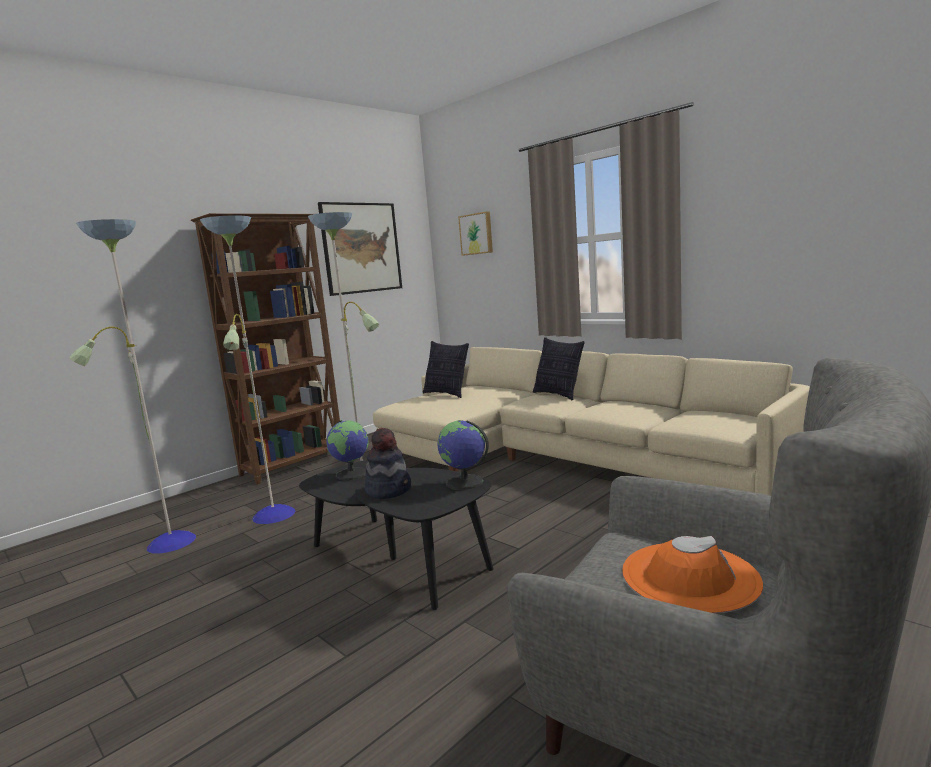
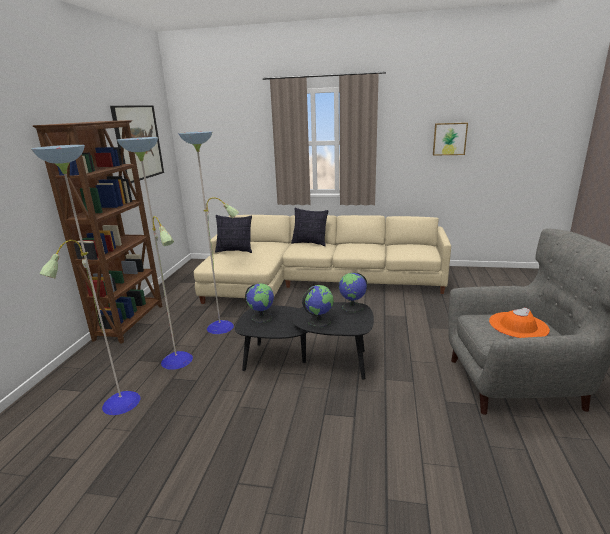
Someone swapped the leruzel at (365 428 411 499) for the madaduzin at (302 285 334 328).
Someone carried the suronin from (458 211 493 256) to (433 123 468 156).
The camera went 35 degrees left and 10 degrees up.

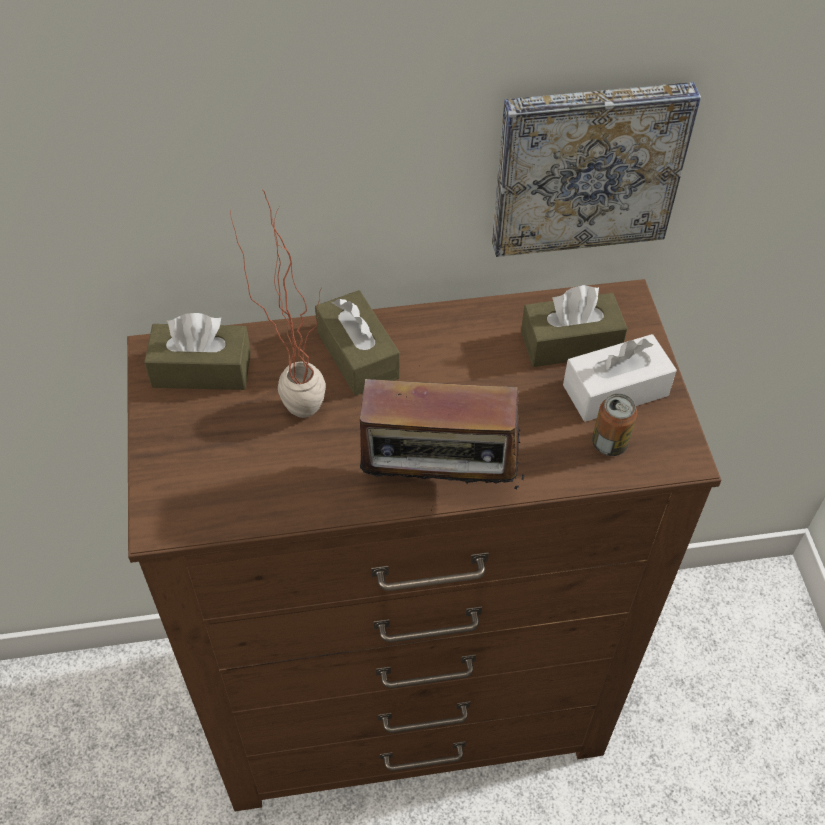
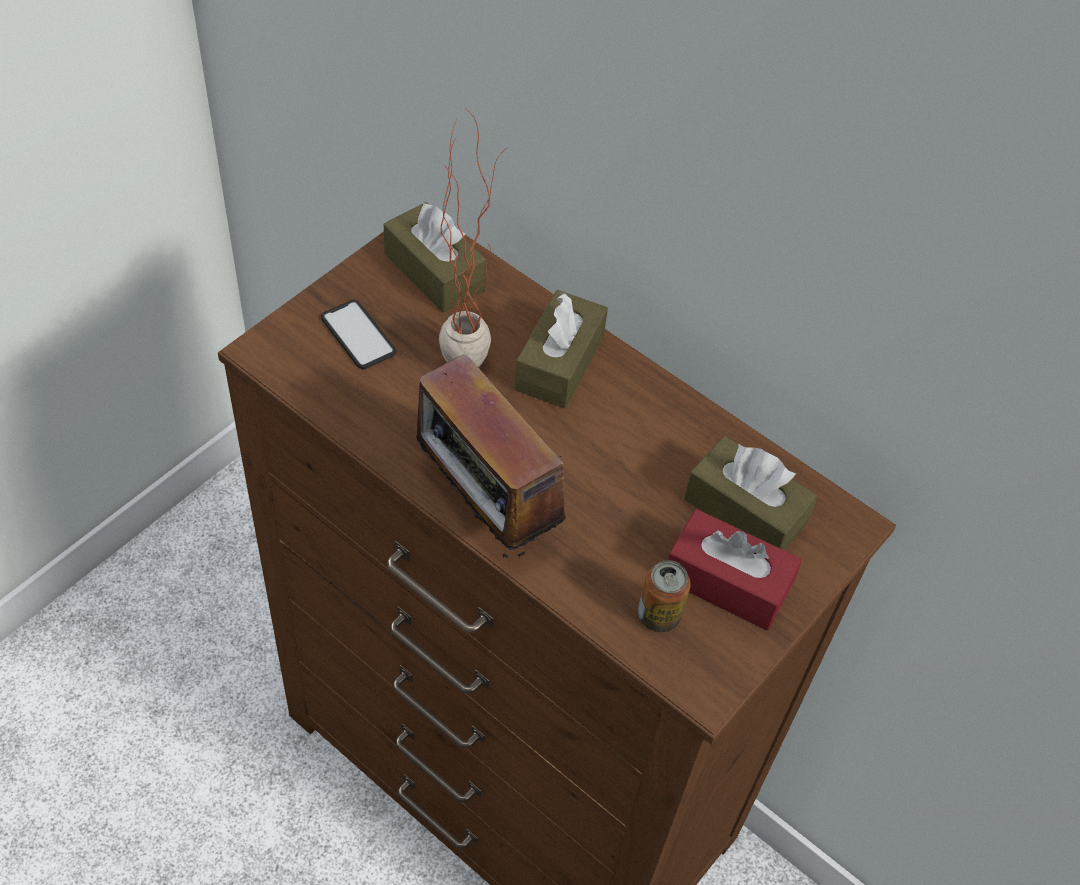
Someone put down the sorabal at (321 300 396 369).
Someone repainted the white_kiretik at (563 334 677 422), which became the red_kiretik at (668 509 802 631).
Someone took away the suronin at (492 82 701 257).
The camera went 45 degrees right and 0 degrees up.

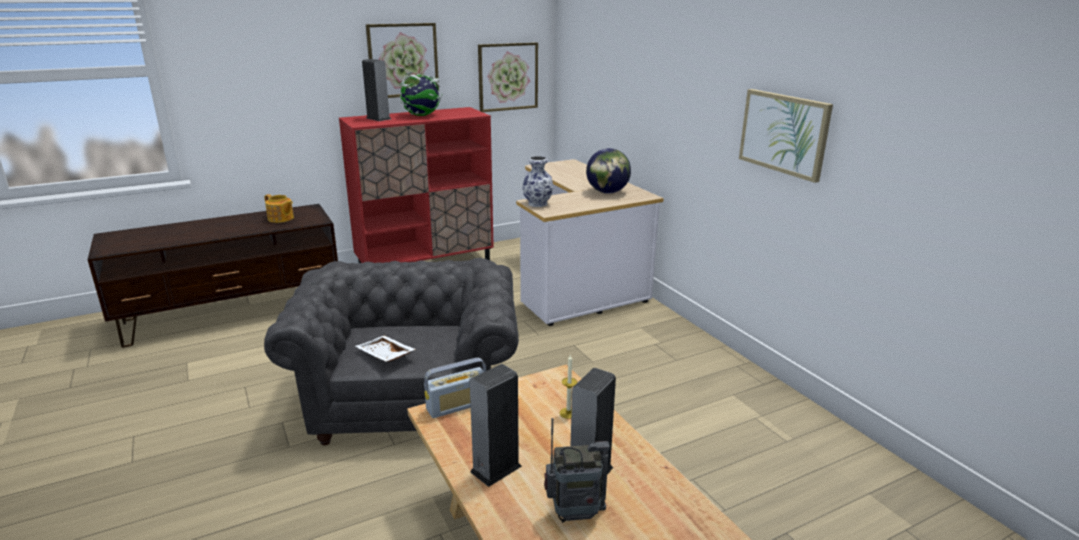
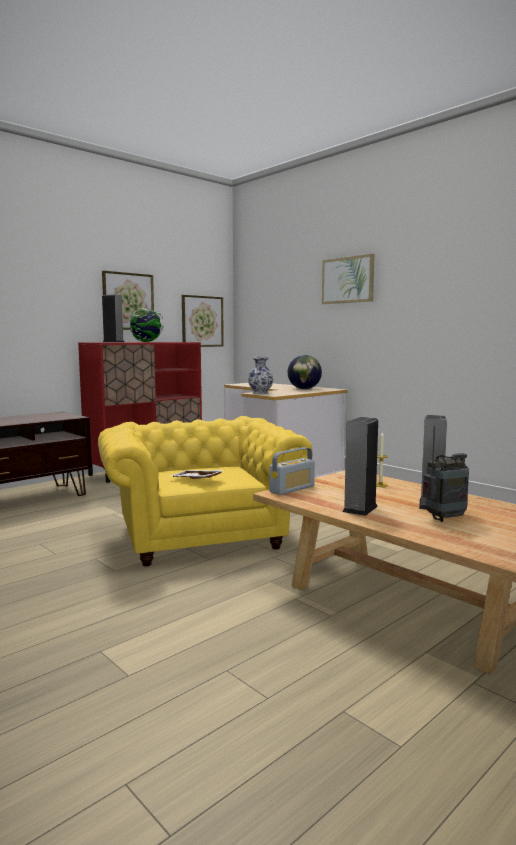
Someone repainted the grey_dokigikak at (264 258 519 445), which became the yellow_dokigikak at (98 416 313 566).
Someone carried the suronin from (739 89 833 183) to (322 254 375 304).
Someone took away the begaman at (264 194 294 223).
The camera went 15 degrees left and 15 degrees down.

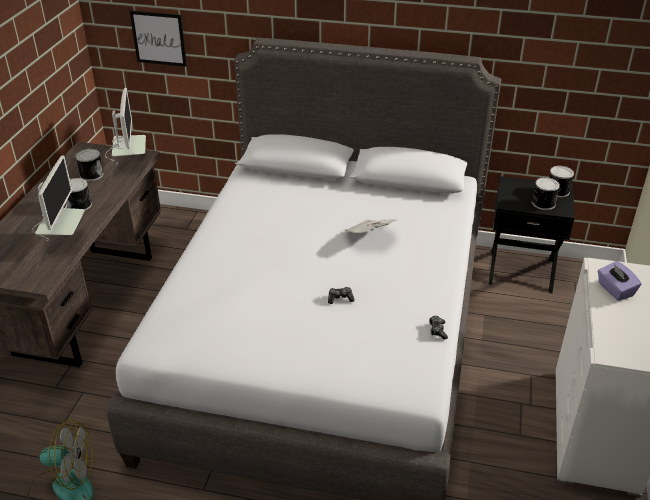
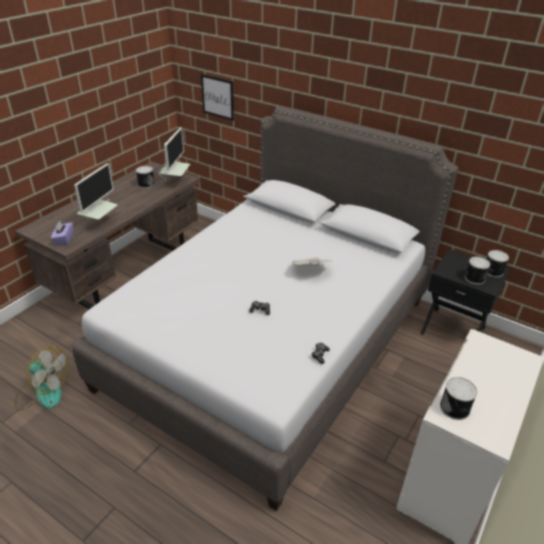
Someone carried the purple_kiretik from (598 261 642 301) to (51 221 74 245).
Someone carried the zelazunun from (66 178 92 210) to (440 377 477 420).
The camera went 20 degrees right and 0 degrees up.

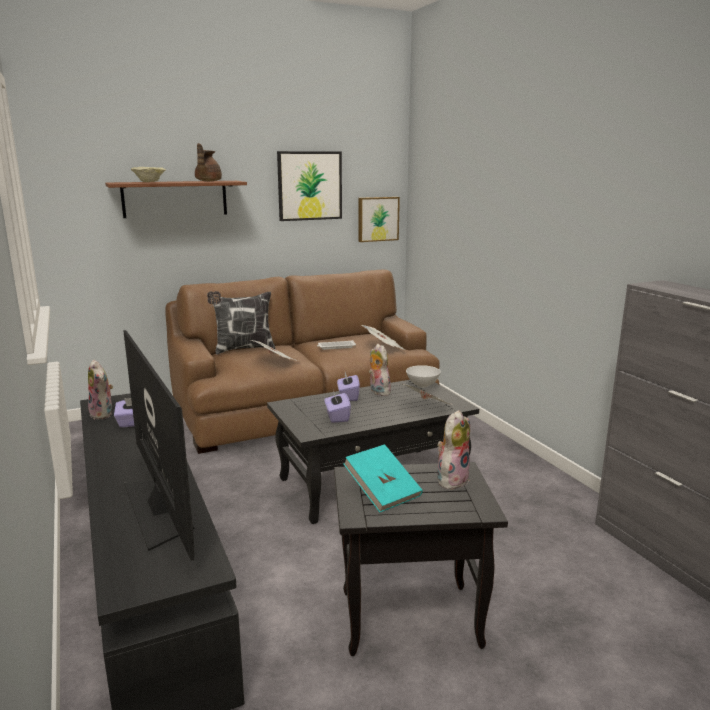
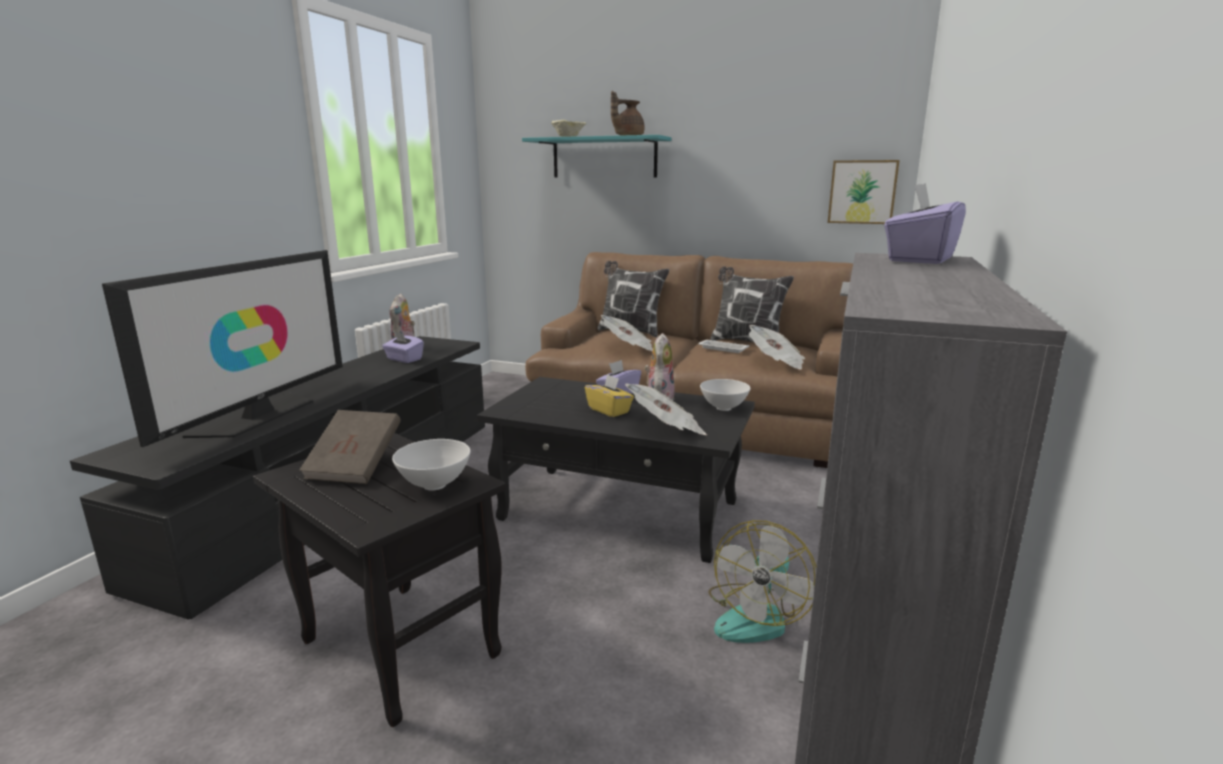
Someone repainted the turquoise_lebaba at (343 444 423 512), which became the brown_lebaba at (299 410 401 484).
Someone swapped the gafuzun at (437 410 470 489) for the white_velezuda at (392 439 471 491).
Someone repainted the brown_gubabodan at (105 181 247 218), which became the turquoise_gubabodan at (522 135 672 177).
Someone put down the yellow_kiretik at (585 374 634 417).
Someone put down the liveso at (708 520 816 643).
Someone put down the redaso at (710 266 794 342).
Someone carried the purple_kiretik from (324 391 351 423) to (884 183 966 264).
Someone took away the suronin at (277 151 342 221).
The camera went 45 degrees right and 0 degrees up.

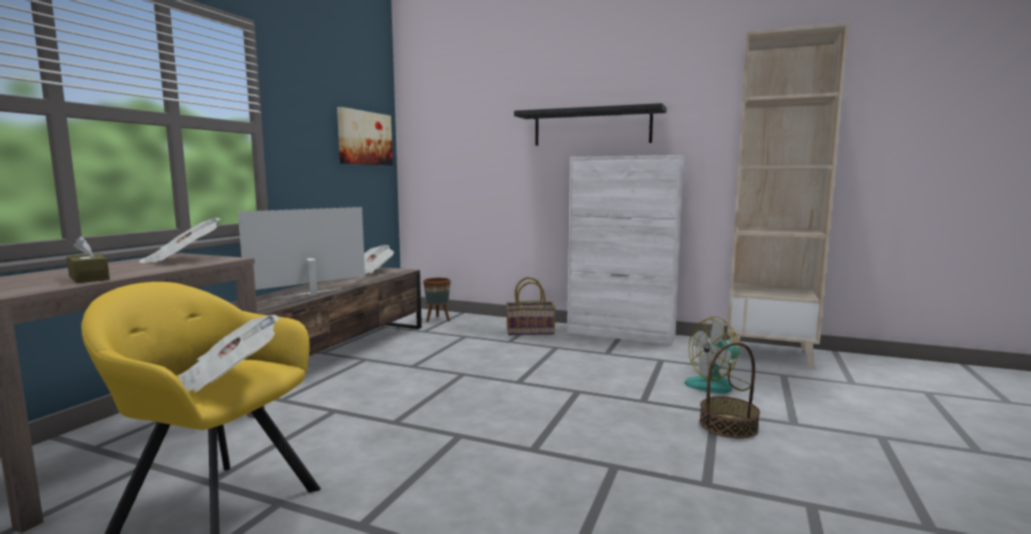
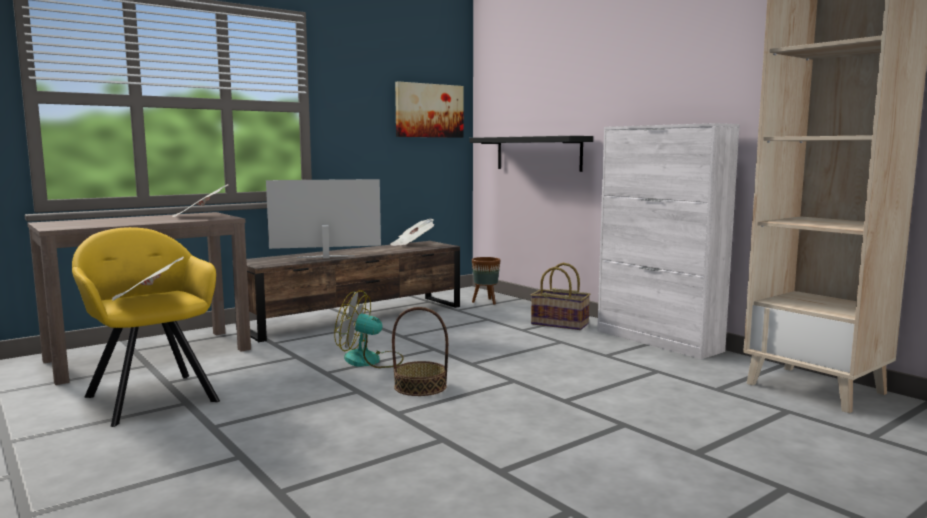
Someone carried the liveso from (684 317 751 394) to (334 290 404 368).
Someone carried the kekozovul from (699 342 760 438) to (392 307 448 396).
Someone carried the black_gubabodan from (514 103 667 146) to (469 136 593 172).
Someone took away the brown_kiretik at (66 236 110 283).
The camera went 30 degrees right and 0 degrees up.

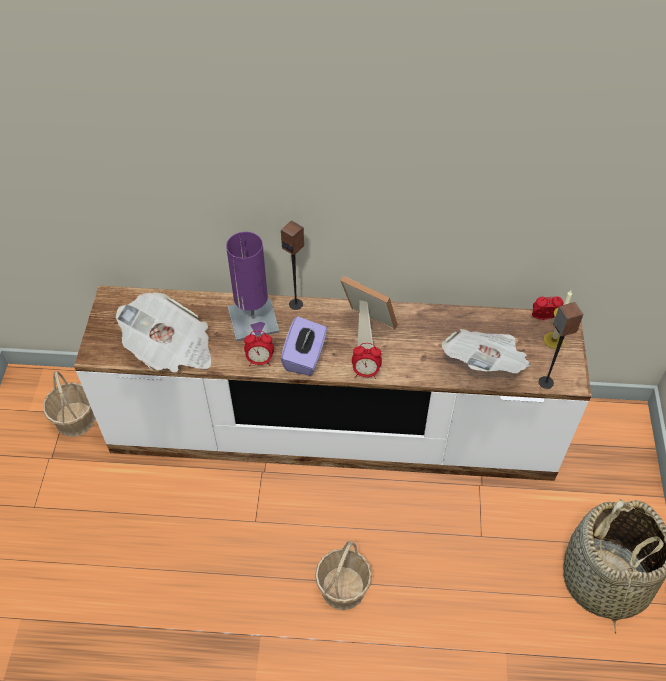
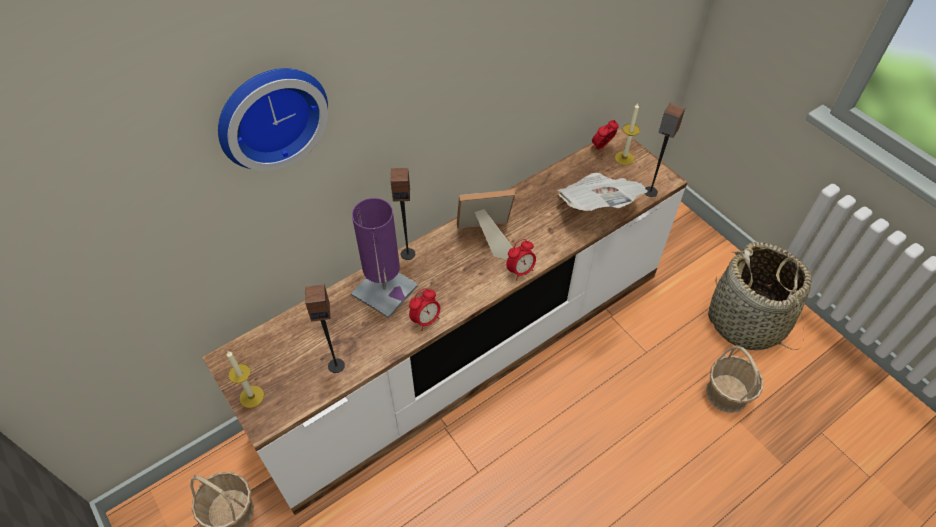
Someone put up the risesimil at (218 68 328 171).
Someone put down the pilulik at (227 351 264 408).
Someone swapped the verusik at (116 292 211 372) for the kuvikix at (305 284 345 373).
Someone carried the kekozovul from (315 541 372 610) to (706 345 763 413).
Someone took away the purple_kiretik at (281 316 327 376).
The camera went 40 degrees left and 0 degrees up.

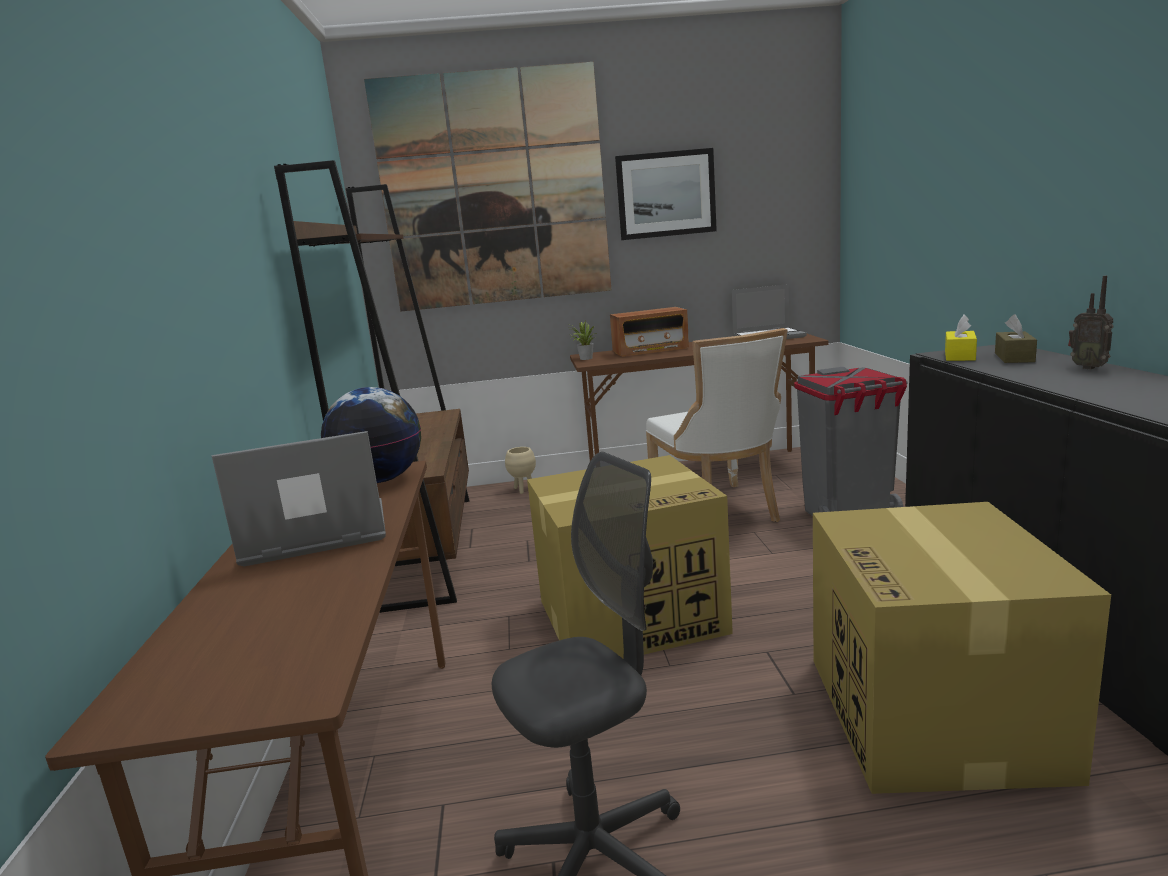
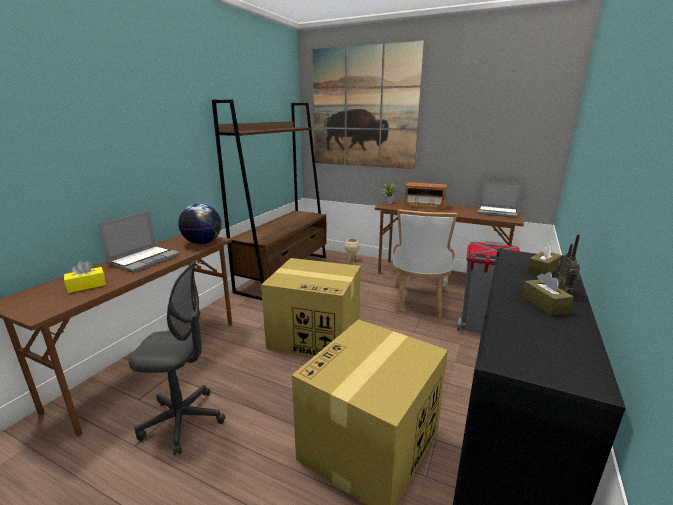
Someone carried the yellow_kiretik from (945 314 977 361) to (64 261 106 293).
Someone rotated the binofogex at (212 431 386 566) by 105 degrees clockwise.
Someone put down the brown_kiretik at (522 272 574 316).
Someone took away the suronin at (615 148 717 240).
The camera went 30 degrees right and 5 degrees up.

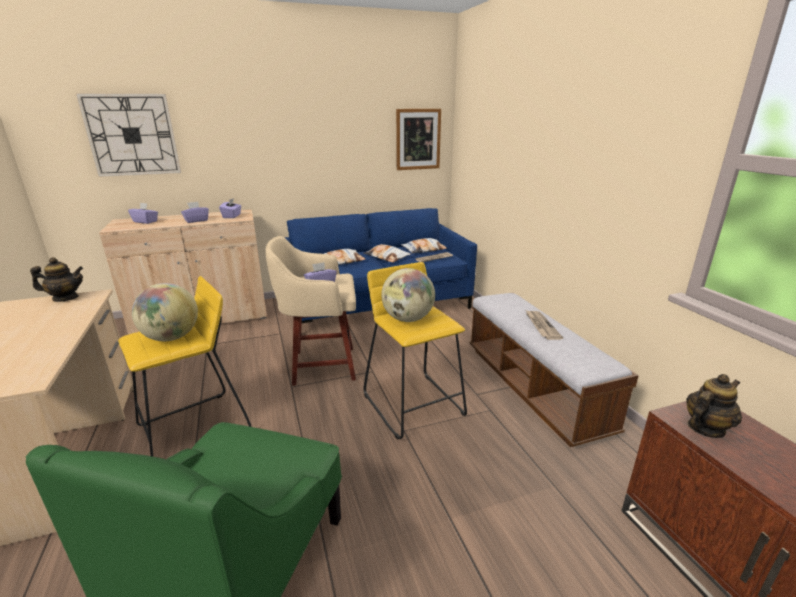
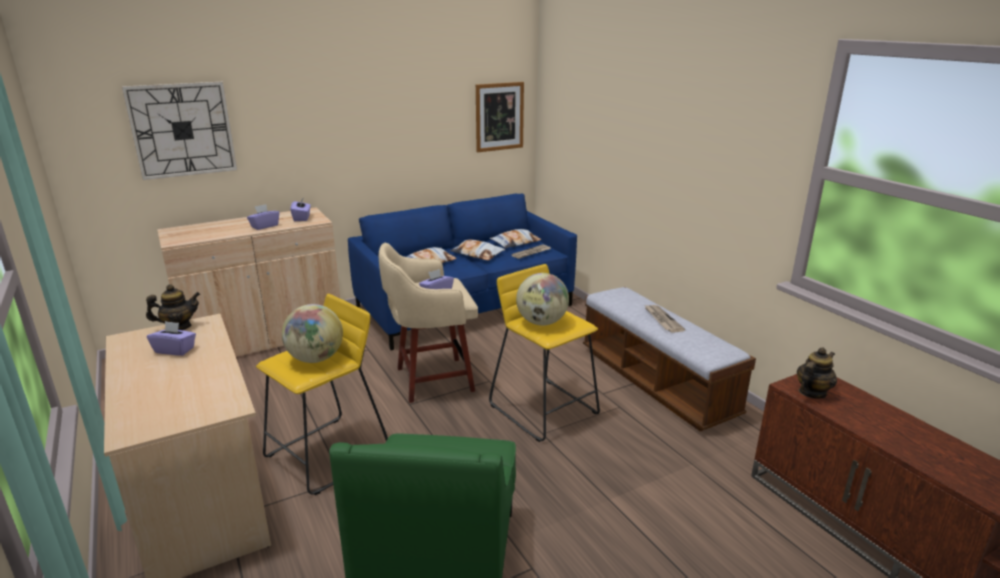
Someone carried the purple_kiretik from (128 203 158 224) to (147 321 196 356).
The camera went 10 degrees left and 0 degrees up.

